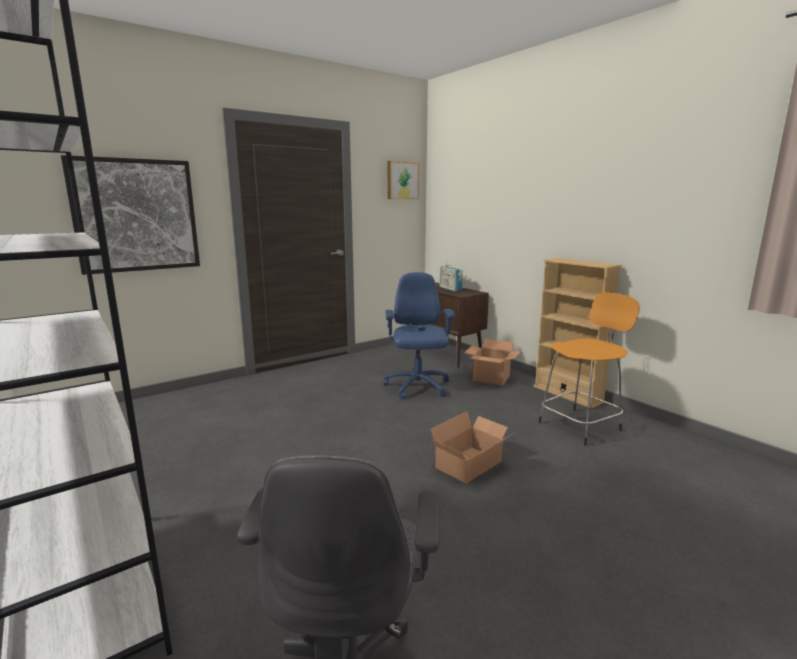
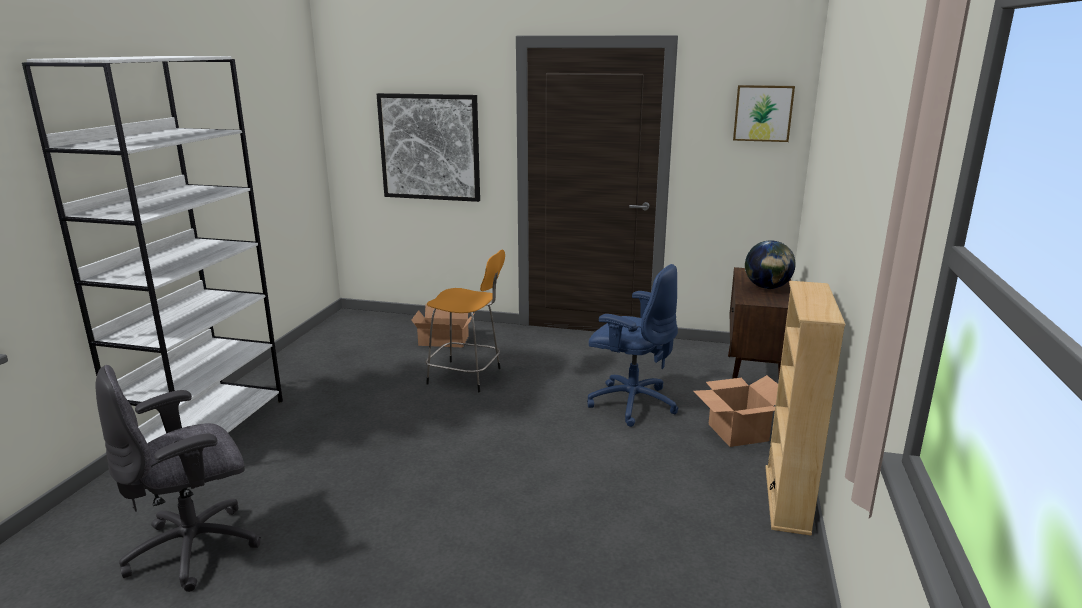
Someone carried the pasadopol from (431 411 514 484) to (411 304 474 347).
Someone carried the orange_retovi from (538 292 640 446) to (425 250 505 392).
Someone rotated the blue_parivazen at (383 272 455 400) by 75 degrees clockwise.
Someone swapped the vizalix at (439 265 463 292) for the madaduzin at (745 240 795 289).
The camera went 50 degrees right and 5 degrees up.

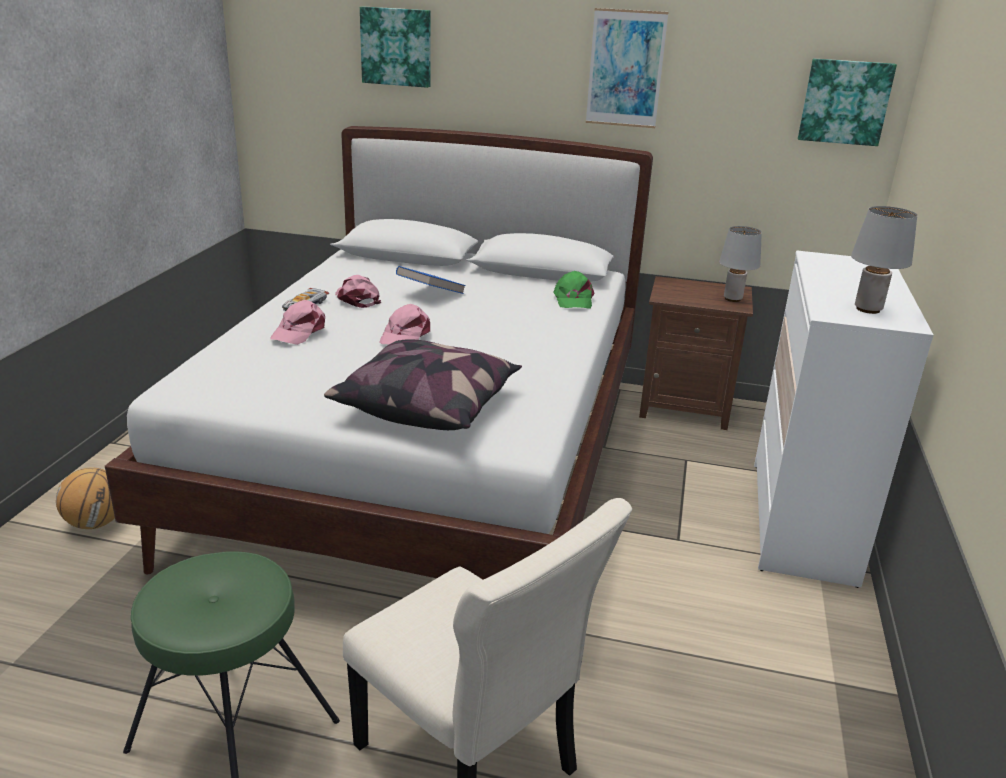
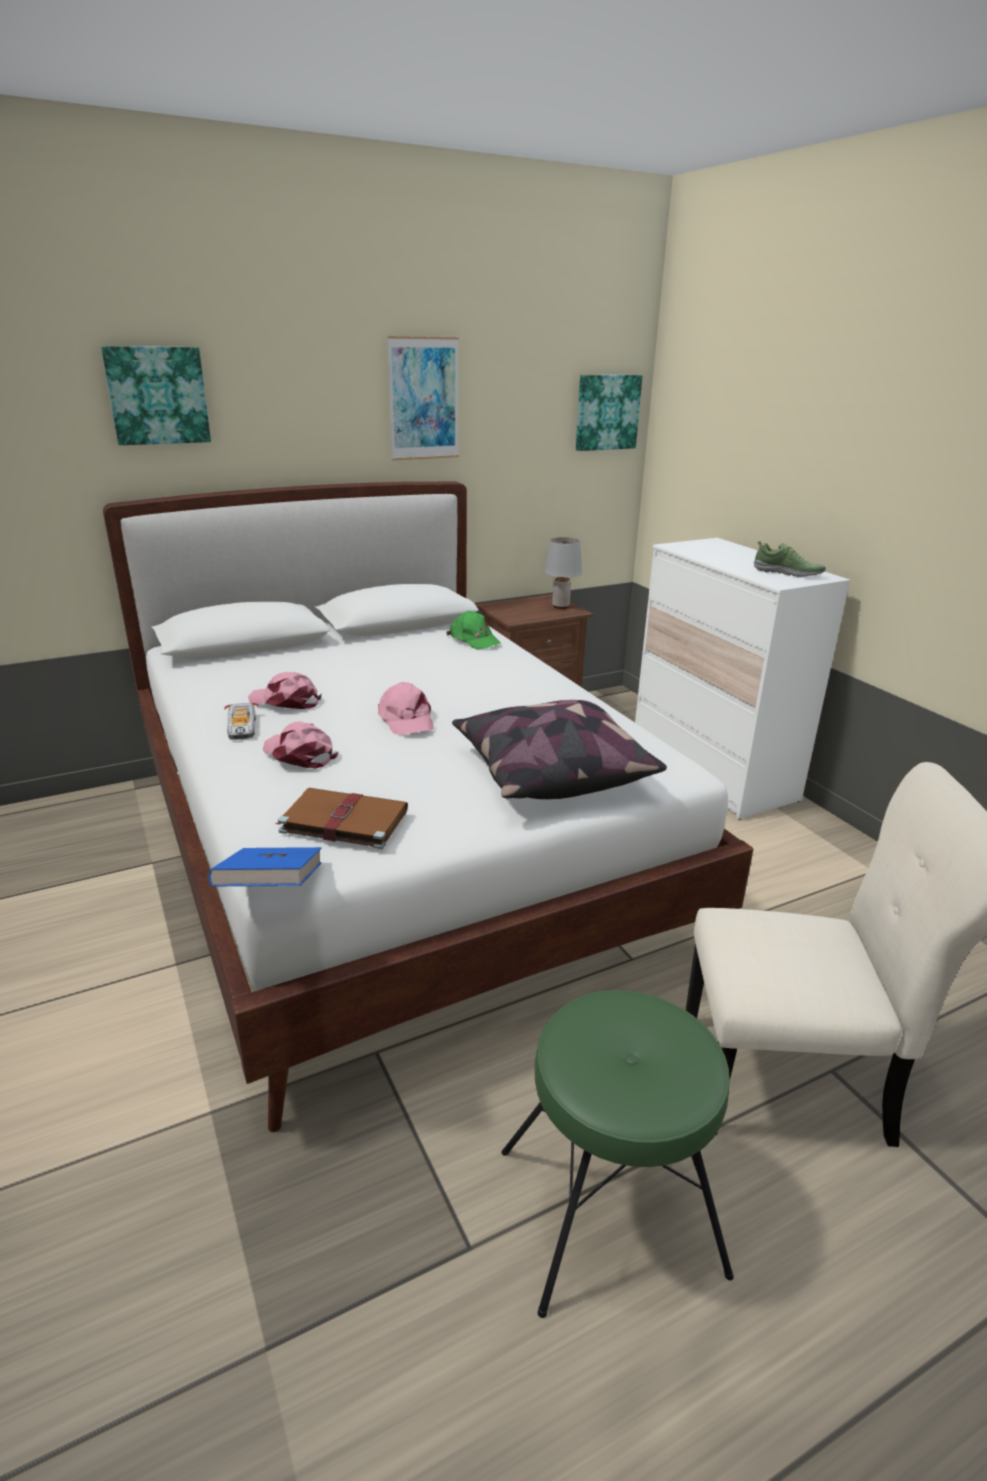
Someone carried the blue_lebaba from (396 266 466 294) to (208 847 322 887).
Someone rotated the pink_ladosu at (270 300 325 345) by 150 degrees clockwise.
Someone put down the brown_lebaba at (275 788 408 849).
Someone swapped the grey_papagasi at (851 206 918 314) for the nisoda at (753 541 826 577).
Someone took away the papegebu at (56 468 115 529).
The camera went 40 degrees left and 0 degrees up.

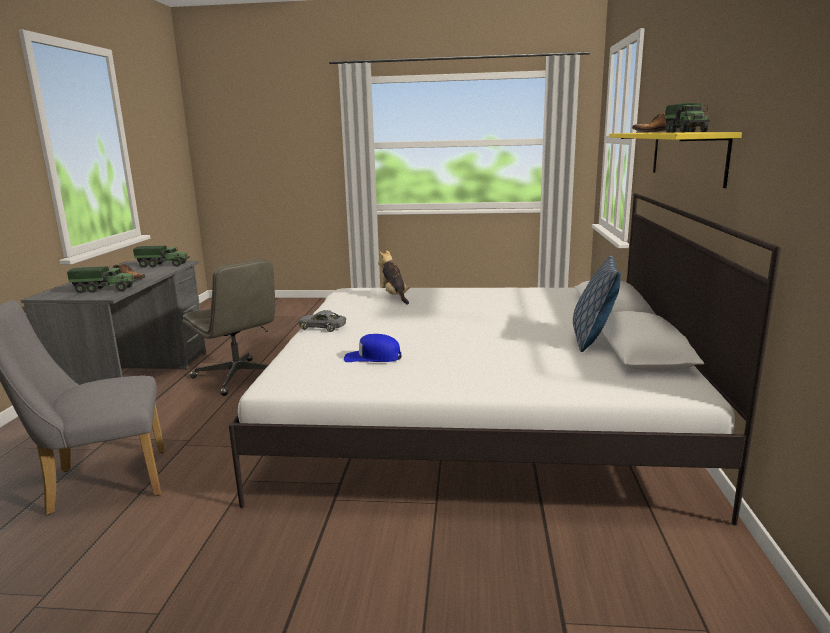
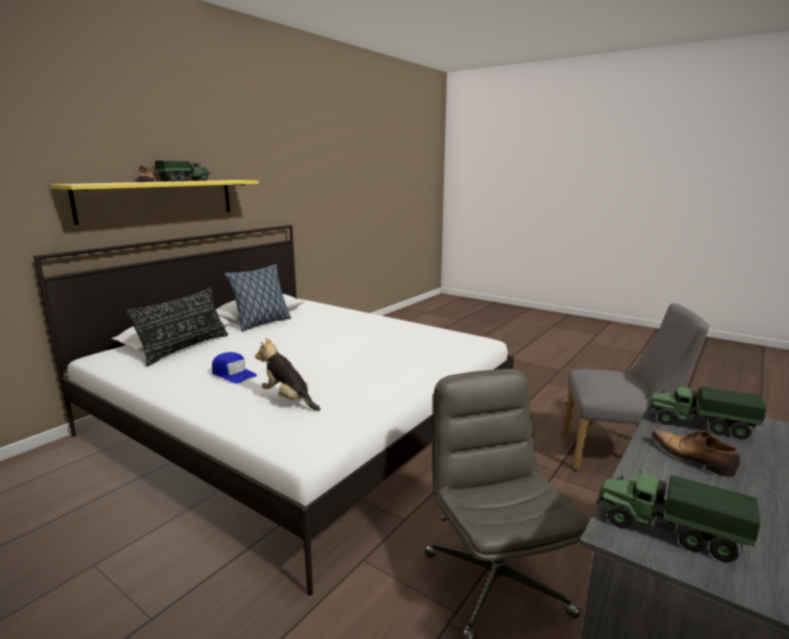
Someone put down the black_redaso at (126 288 228 366).
Someone carried the blue_ladosu from (344 334 402 362) to (212 352 257 384).
Someone rotated the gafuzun at (378 250 410 304) by 120 degrees clockwise.
Someone took away the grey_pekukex at (299 310 346 332).
The camera went 150 degrees left and 0 degrees up.

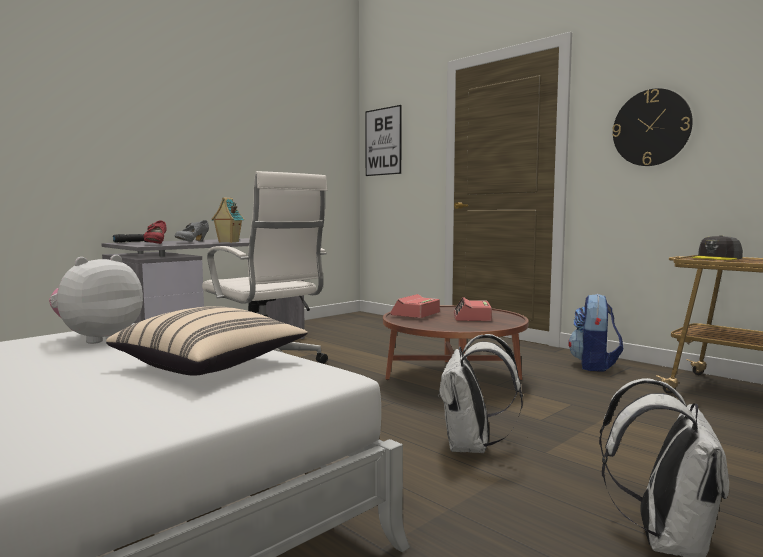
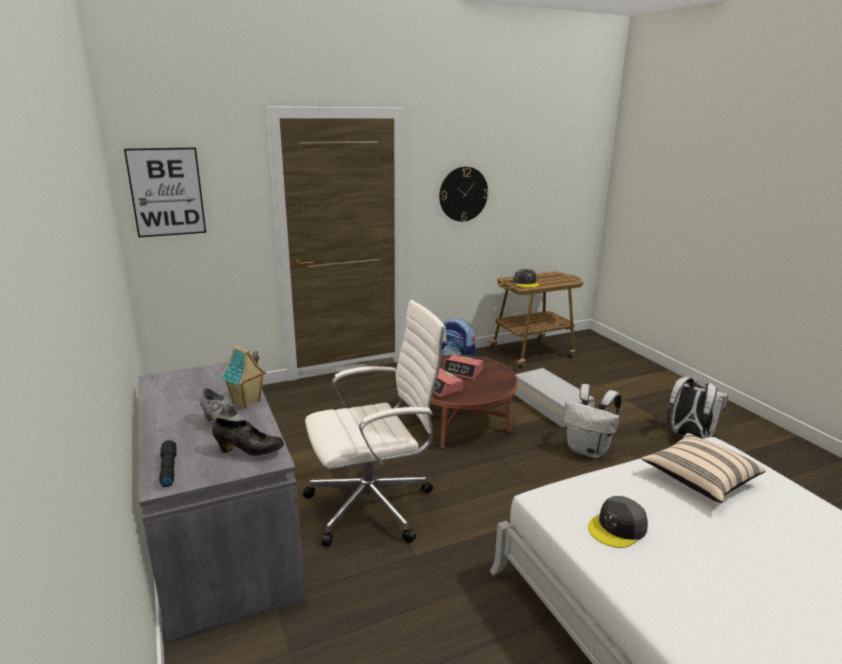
Someone repainted the red_nisoda at (143 220 167 244), which became the black_nisoda at (213 418 284 456).
Someone put down the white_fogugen at (514 368 595 427).
Someone swapped the gafuzun at (49 255 143 344) for the grey_ladosu at (588 496 648 548).
The camera went 70 degrees left and 15 degrees up.

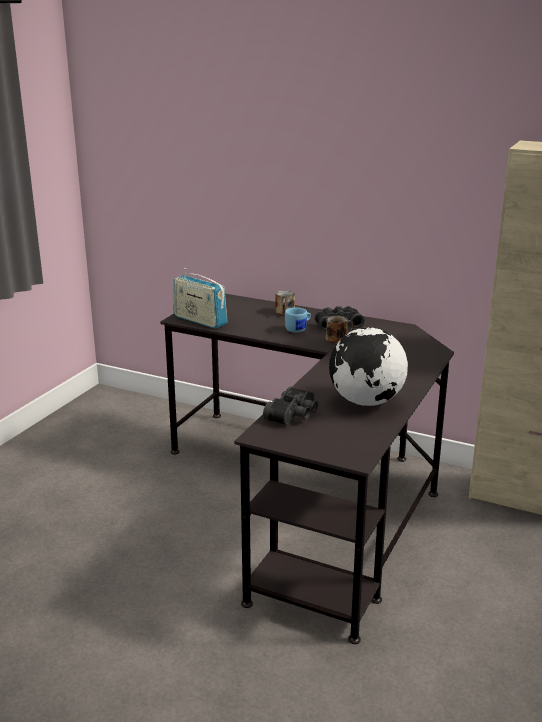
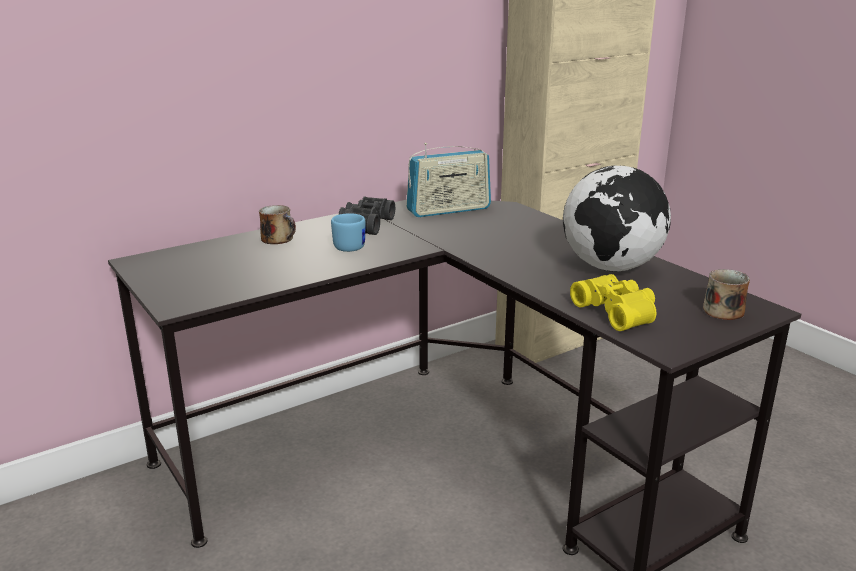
Someone carried the vizalix from (174 268 227 329) to (406 143 491 217).
Someone repainted the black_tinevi at (263 386 318 426), which became the yellow_tinevi at (570 274 656 331).
Someone carried the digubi from (326 316 354 343) to (703 269 750 320).
The camera went 60 degrees left and 0 degrees up.

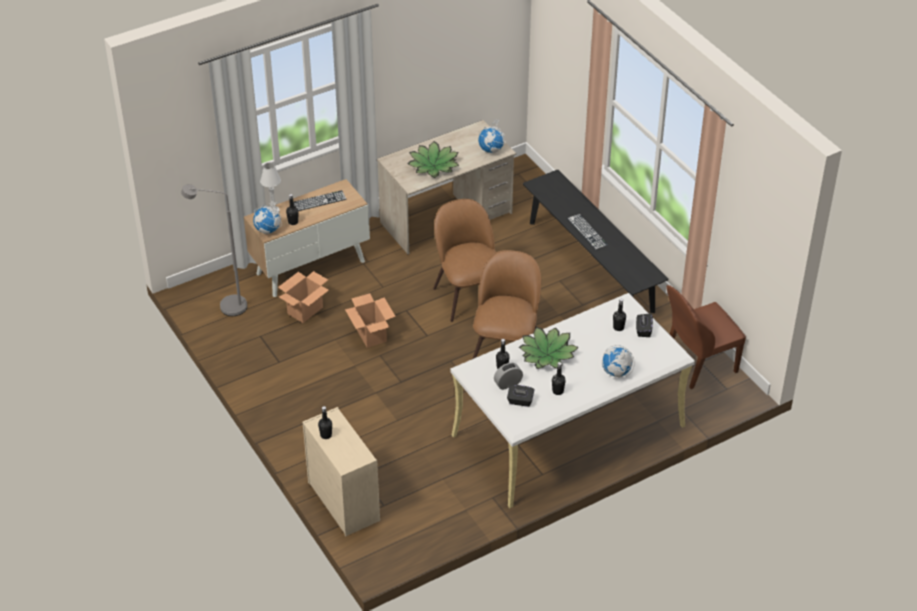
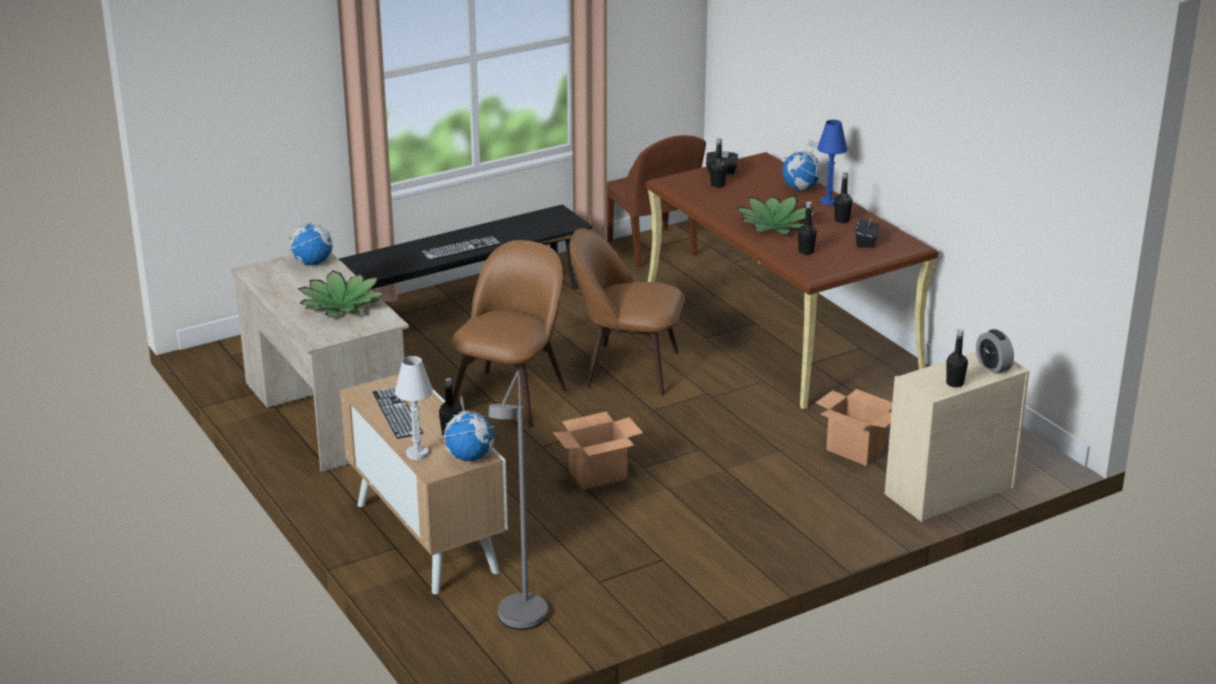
Someone rotated the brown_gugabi at (433 199 496 322) by 135 degrees clockwise.
Someone repainted the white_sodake at (450 293 695 508), which became the brown_sodake at (646 152 938 409).
Someone carried the pasadopol from (278 271 329 323) to (815 389 892 466).
Someone put down the blue_papagasi at (817 120 847 206).
Someone carried the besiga from (494 363 523 390) to (976 329 1014 374).
The camera went 90 degrees left and 15 degrees down.

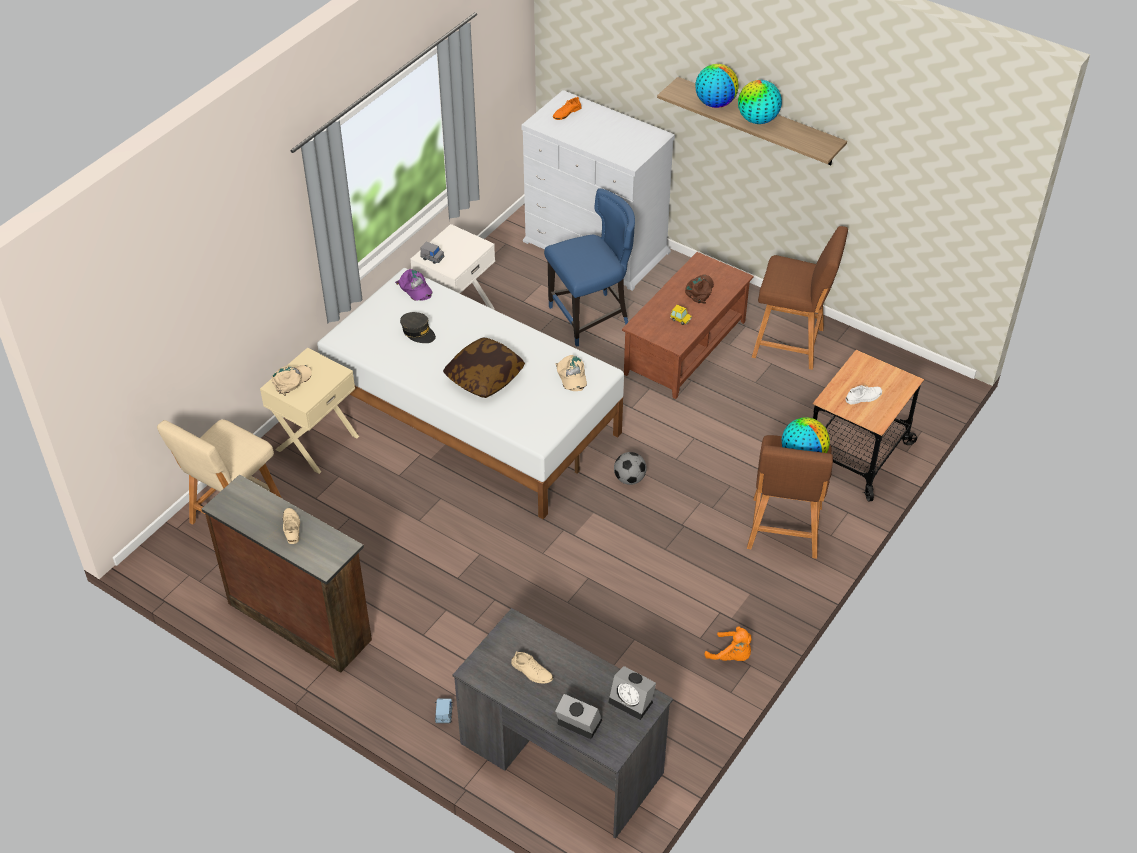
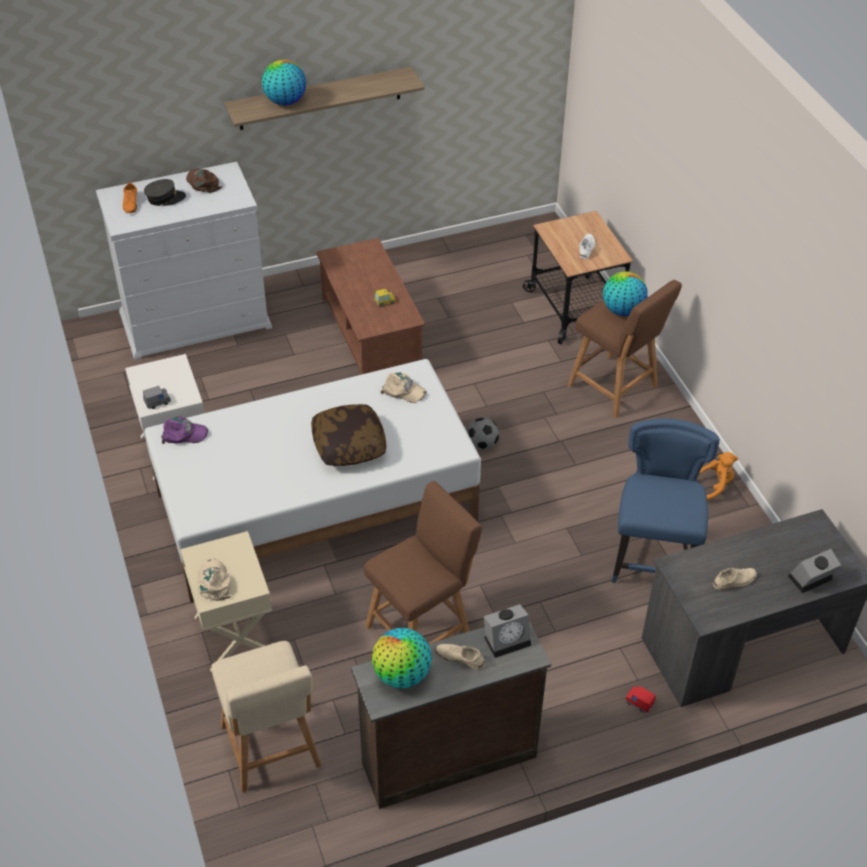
Someone carried the grey_ladosu from (400 312 436 343) to (144 179 186 206).
Someone carried the brown_ladosu from (685 275 714 304) to (186 168 222 193).
Someone carried the brown_retovi from (752 226 848 370) to (364 481 482 644).
Someone carried the madaduzin from (738 80 782 124) to (372 628 432 688).
Someone carried the besiga from (608 666 656 720) to (484 604 531 658).
Someone carried the blue_gugabi from (544 188 635 347) to (612 418 720 583).
Someone repainted the blue_pekukex at (435 698 453 724), which became the red_pekukex at (625 686 656 713).
The camera went 55 degrees left and 0 degrees up.

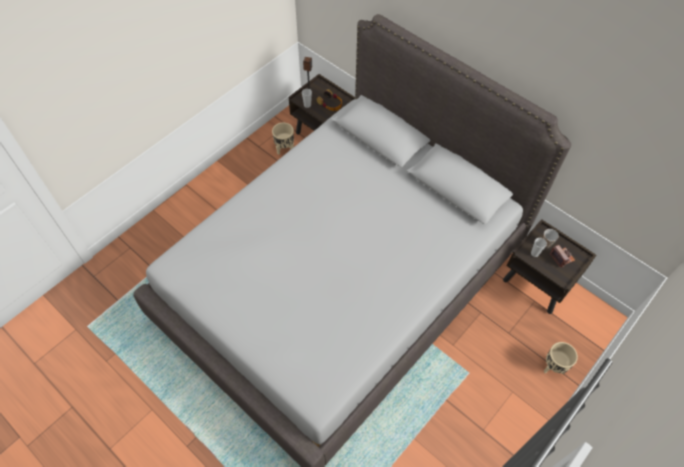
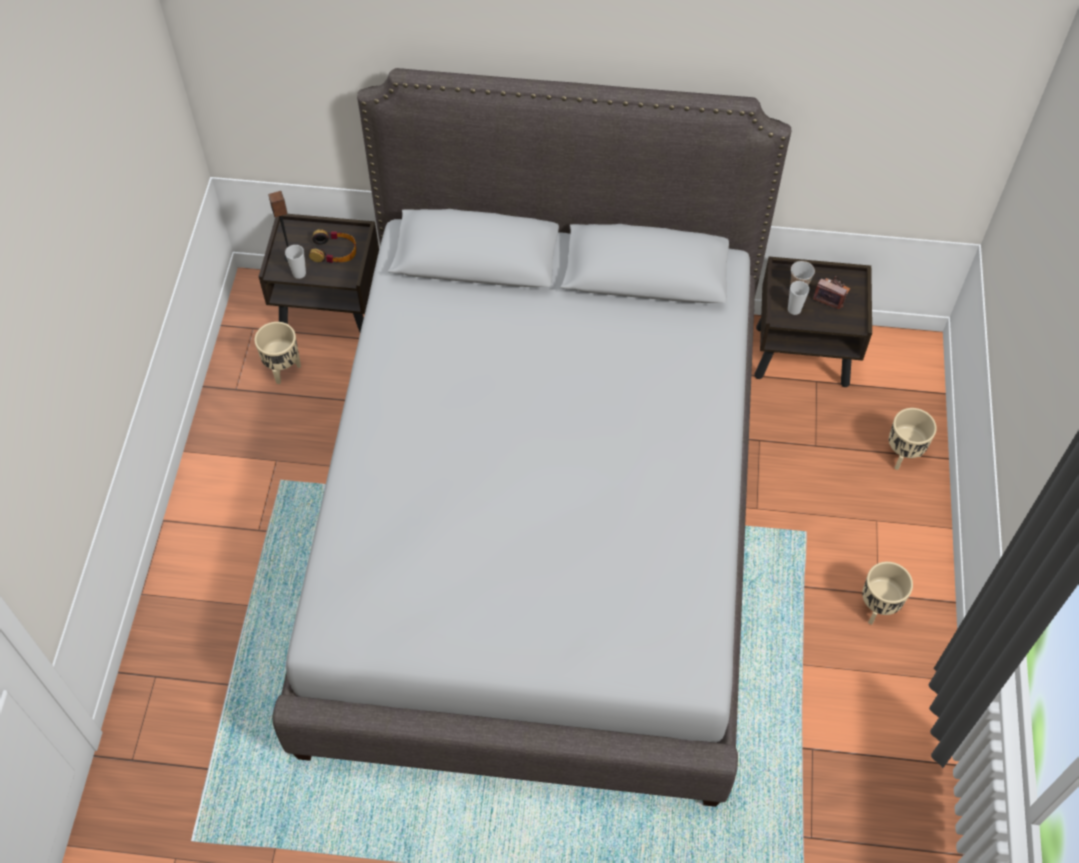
Someone put down the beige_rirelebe at (862 562 913 625).
The camera went 35 degrees left and 0 degrees up.

